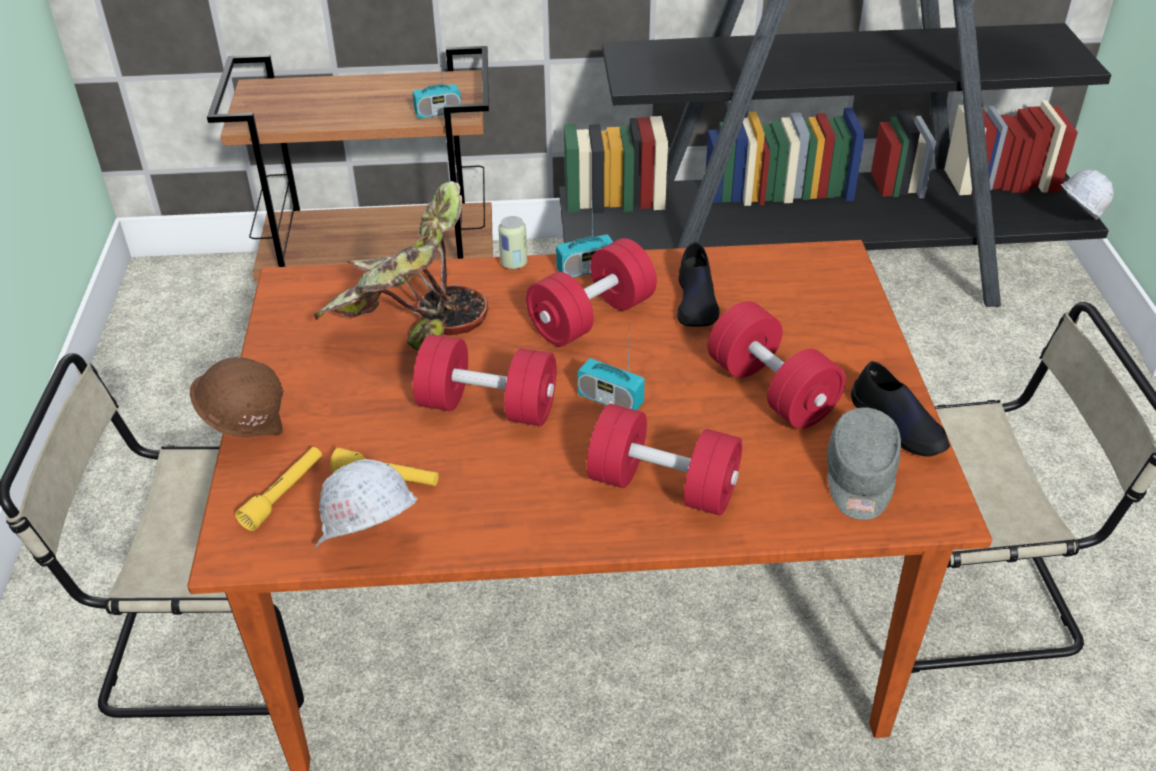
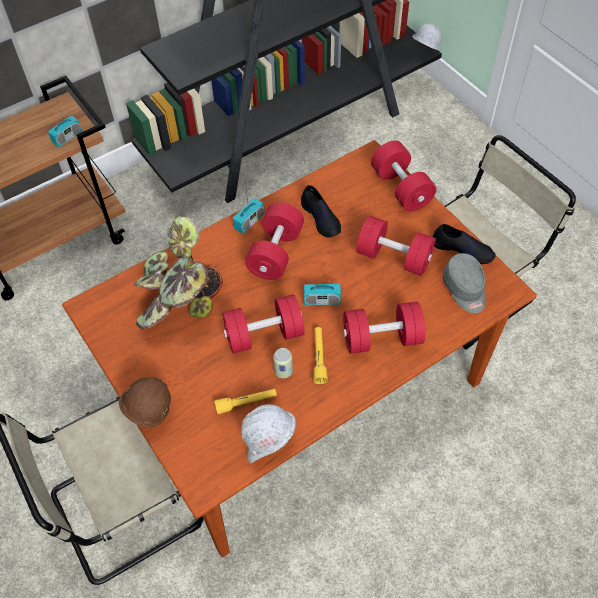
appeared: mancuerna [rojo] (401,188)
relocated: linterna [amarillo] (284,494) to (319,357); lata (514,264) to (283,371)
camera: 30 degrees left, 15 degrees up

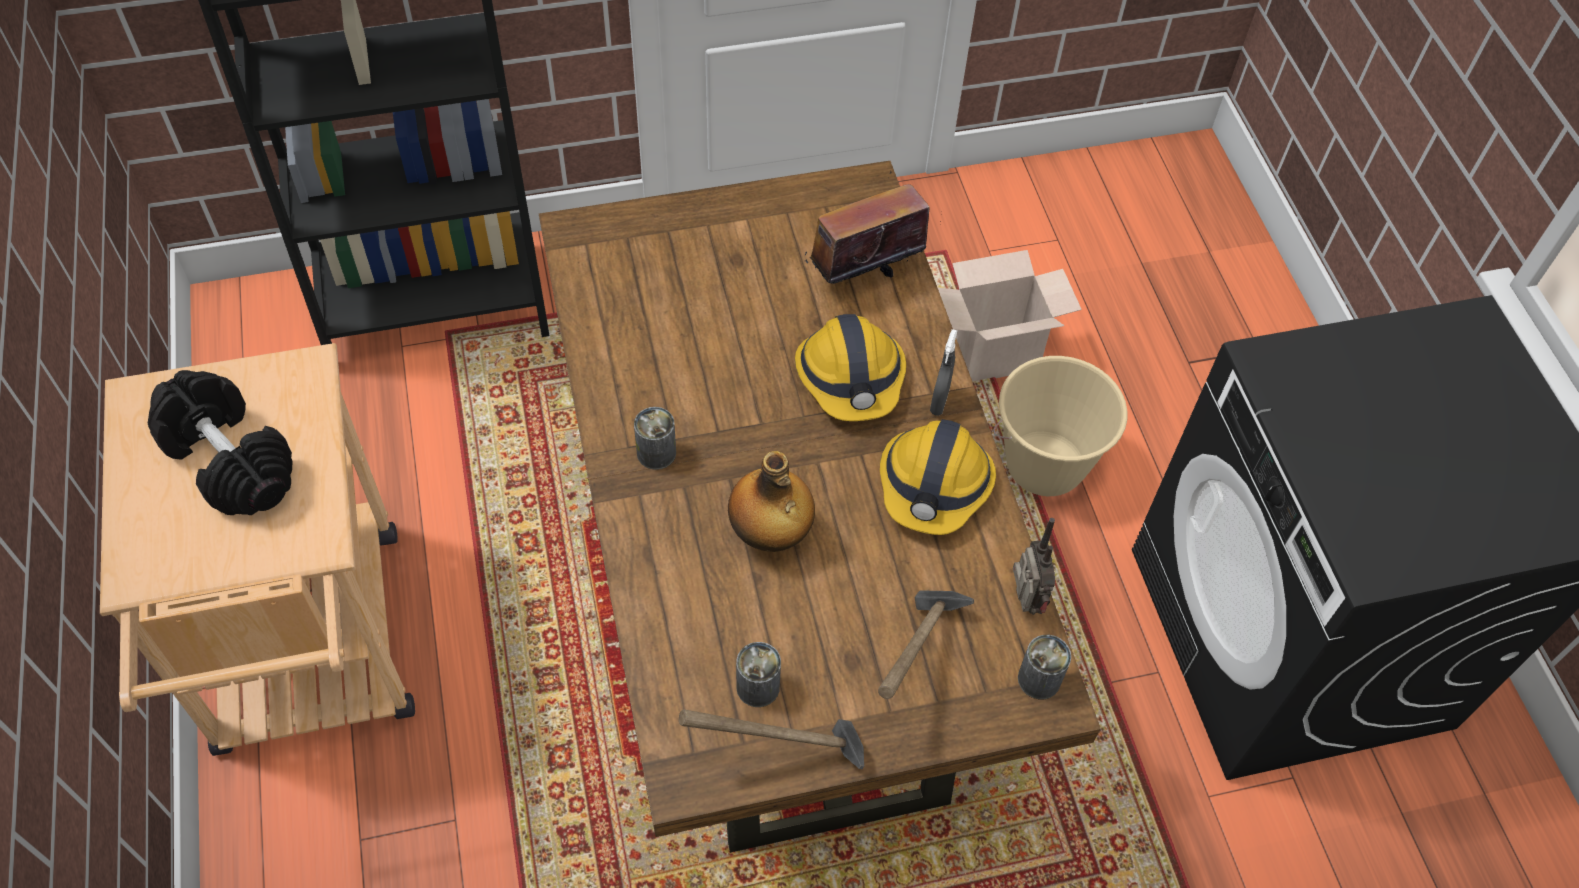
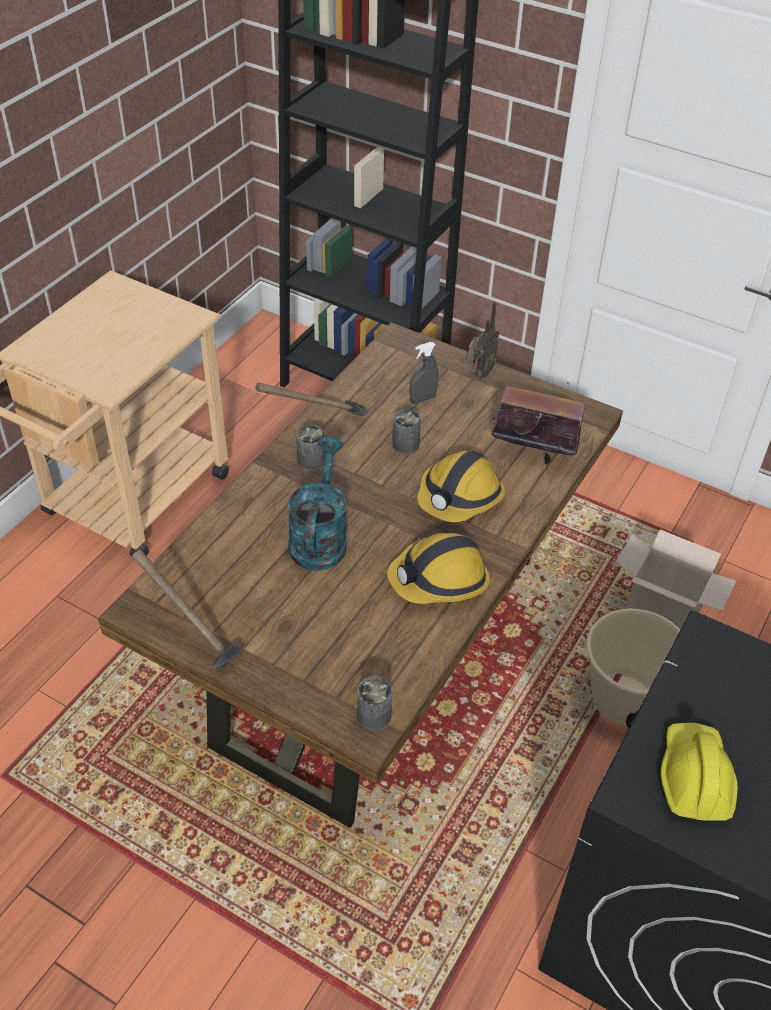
missing: mancuerna [negro] (231,460)
appeared: casco [amarillo] (694,778)
relocated: lata (758,687) to (405,445); martillo (916,662) to (317,427); pulverizador [gris] (939,401) to (422,399); radio (1024,603) to (479,374)
exchanged: botella (770,535) to regadera [turquesa] (319,537)
camera: 45 degrees right, 10 degrees down

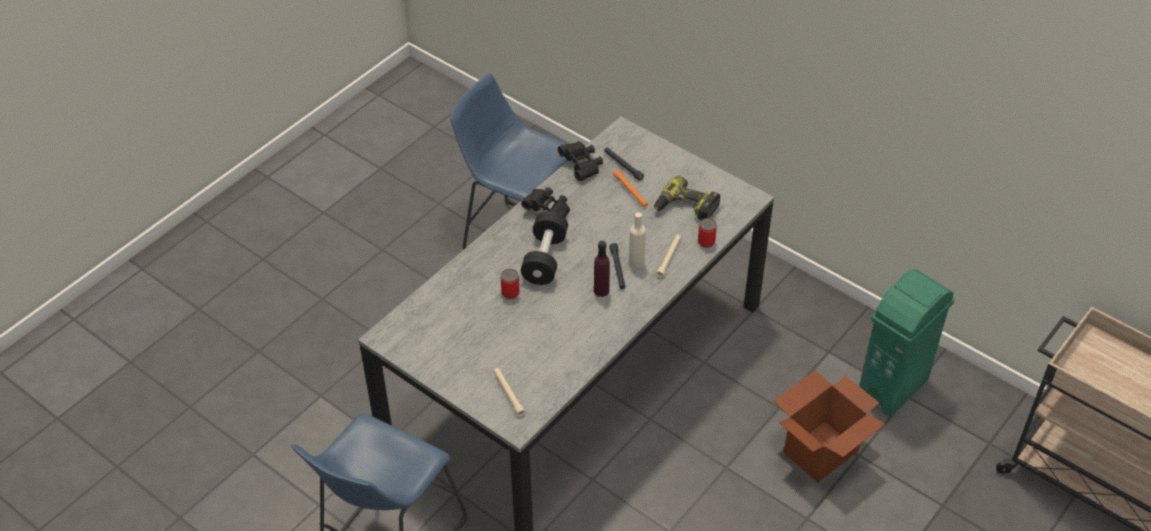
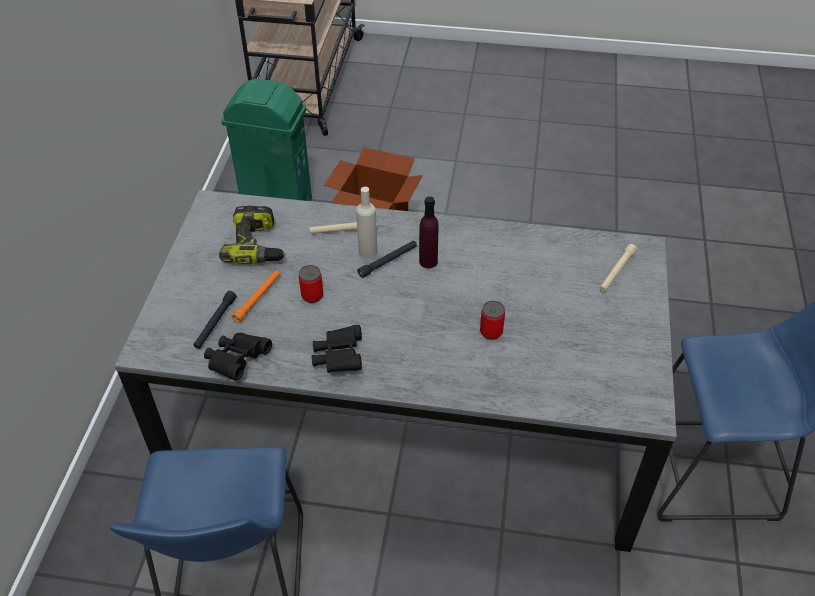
missing: mancuerna [negro] (545,259)
relocated: lata (706,242) to (312,295)
camera: 120 degrees left, 0 degrees up

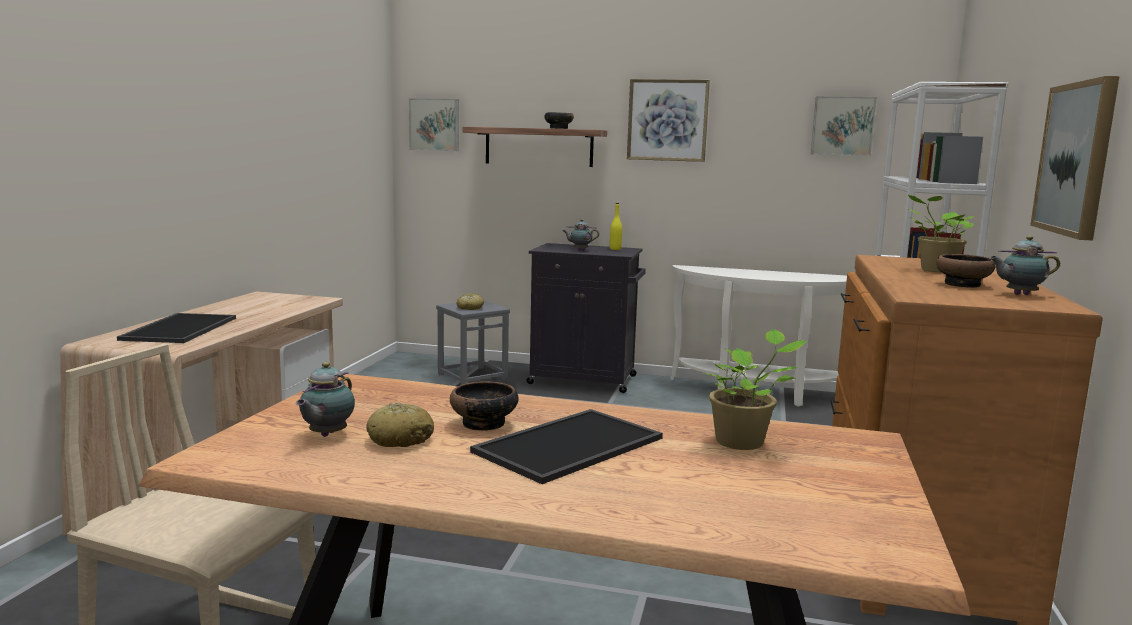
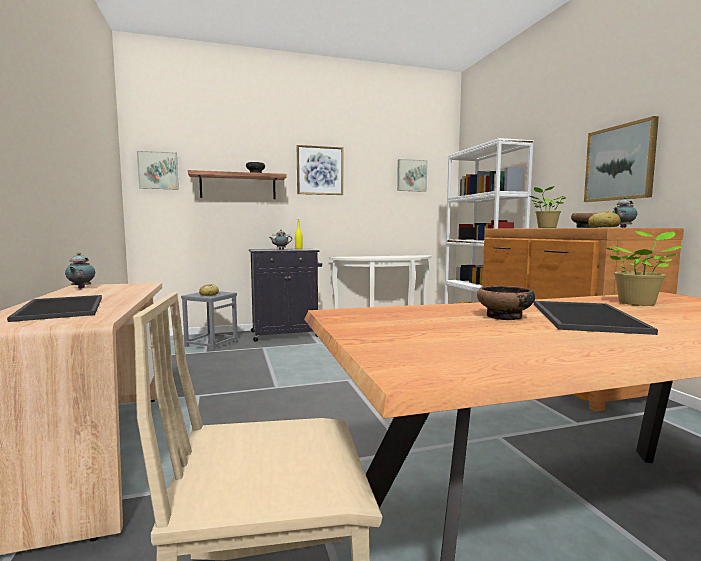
relocated: tetera (326,435) to (80,288); pan (400,439) to (603,227)
camera: 30 degrees left, 5 degrees down

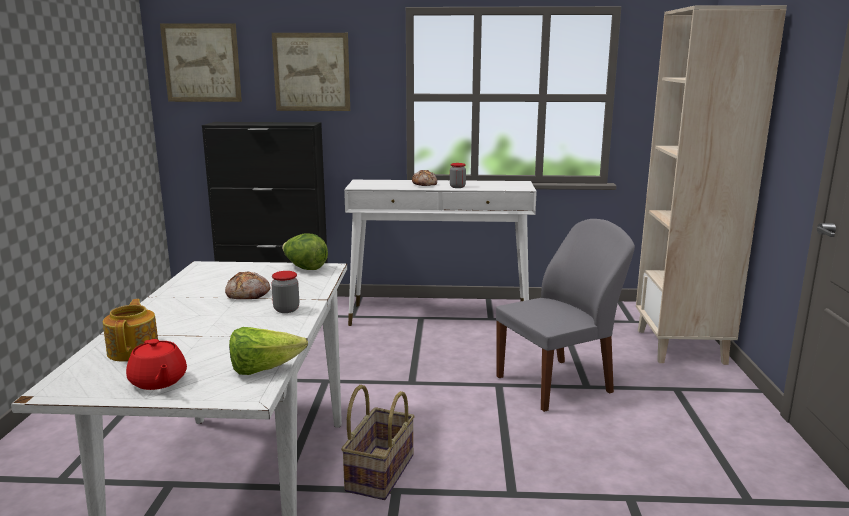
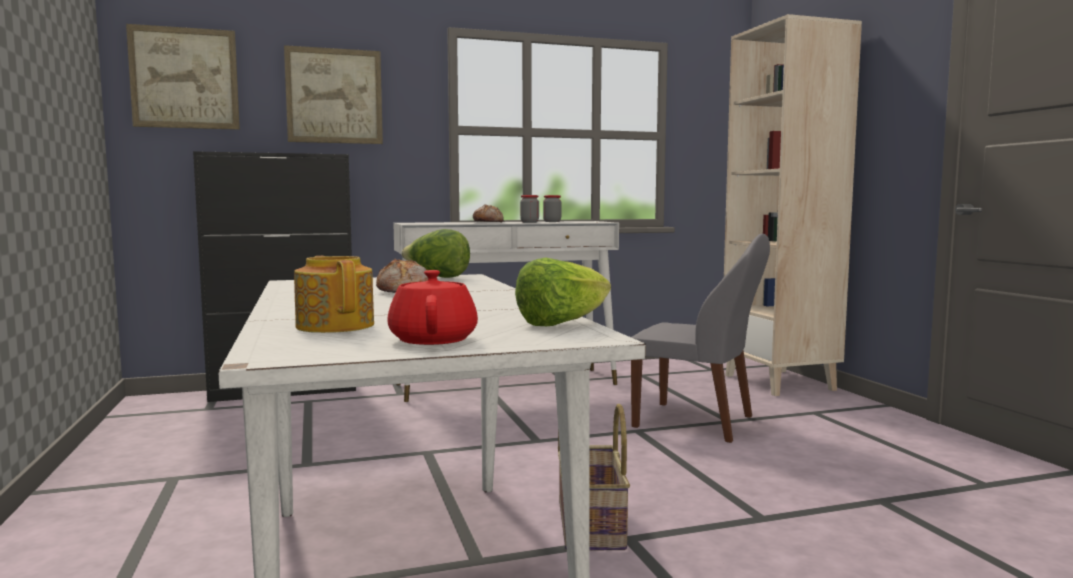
relocated: tarro (286,309) to (552,221)
spun: tetera [rojo] (158,381) = (433,339) 135 degrees counterclockwise; silla [gris] (556,384) = (697,423) 75 degrees clockwise
camera: 20 degrees left, 10 degrees down

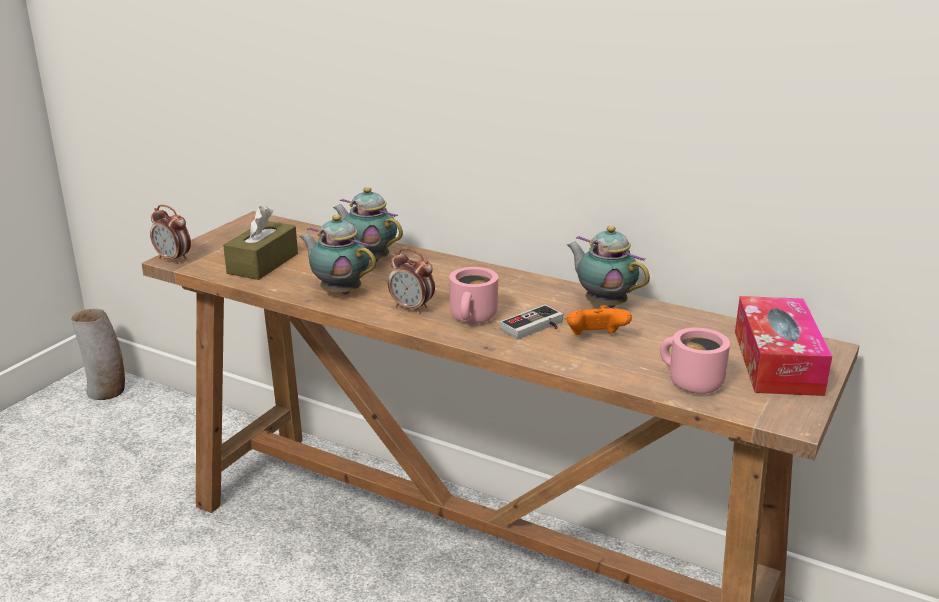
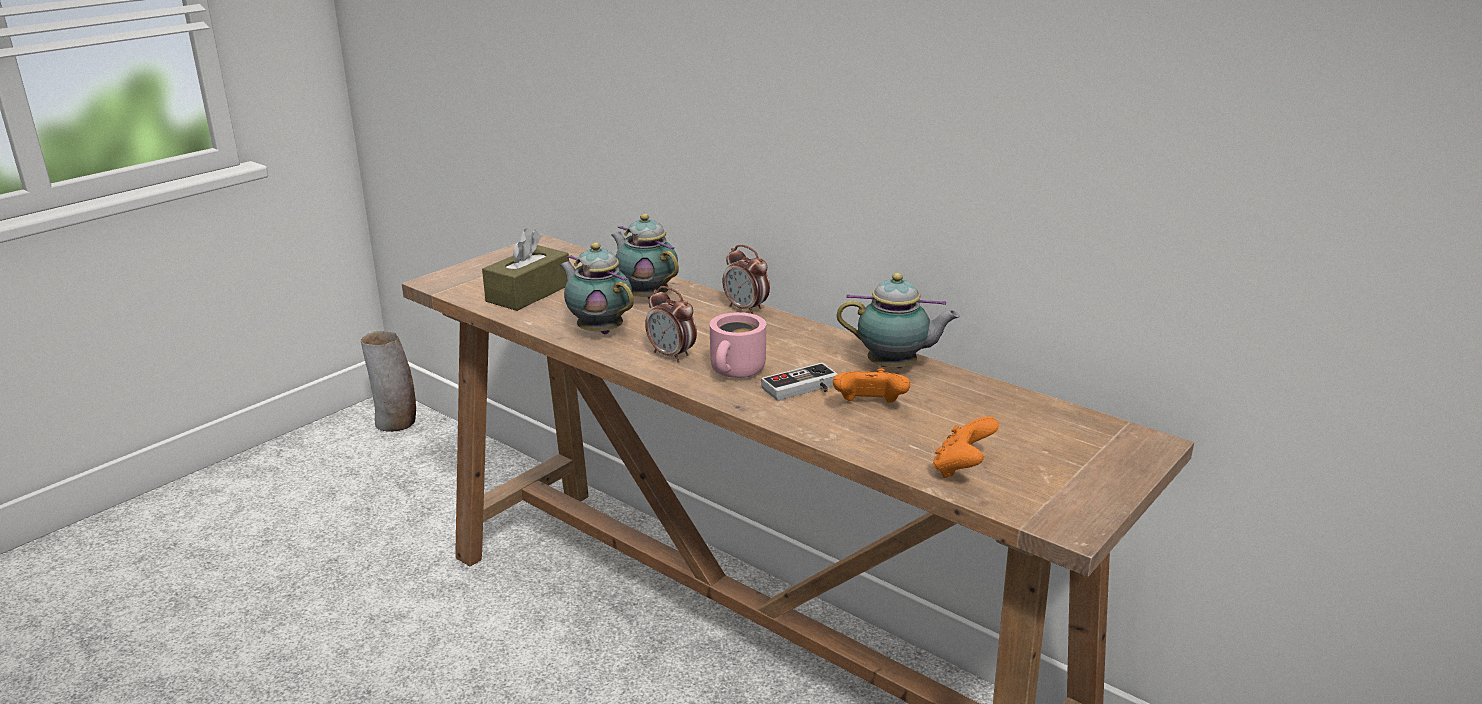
missing: caja de pañuelos (777,362)
relocated: despertador (173,259) to (746,309)
exchanged: taza grande [rosa] (690,383) to mando de consola [naranja] (962,469)
spun: tetera (603,304) = (895,367) 135 degrees clockwise
camera: 10 degrees right, 0 degrees up

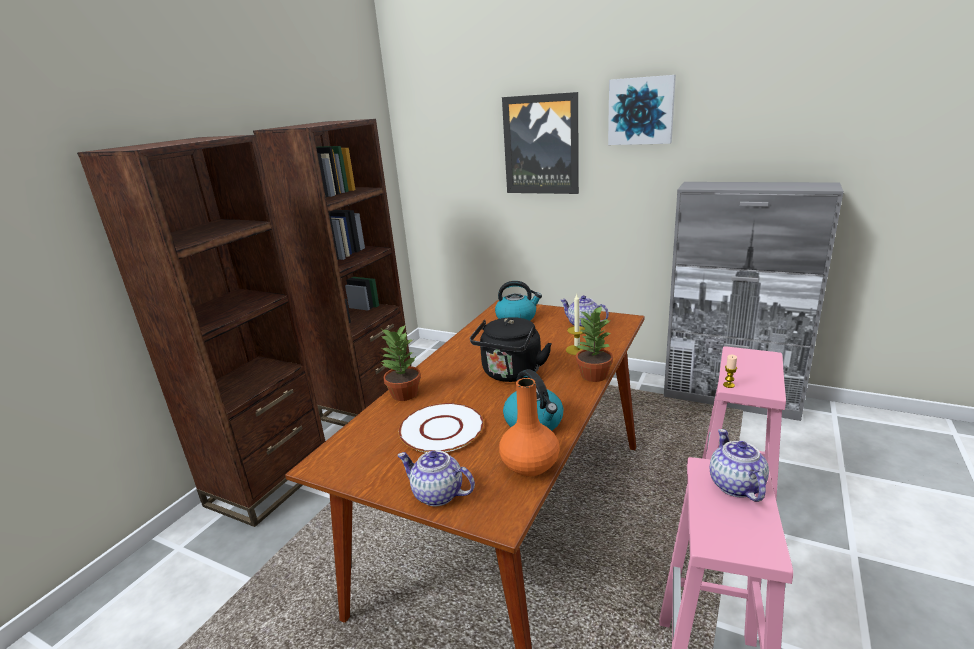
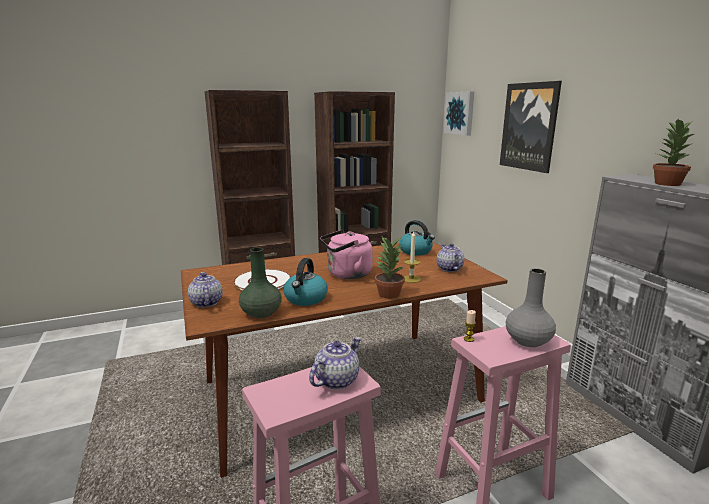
appeared: florero [gris] (528,340)
relocated: planta en maceta (403,394) to (666,184); cuadro (641,111) to (460,113)
colour: hervidor [negro] (511,374) to hervidor [rosa] (346,274); florero [naranja] (529,465) to florero [verde] (261,313)
camera: 40 degrees right, 5 degrees down

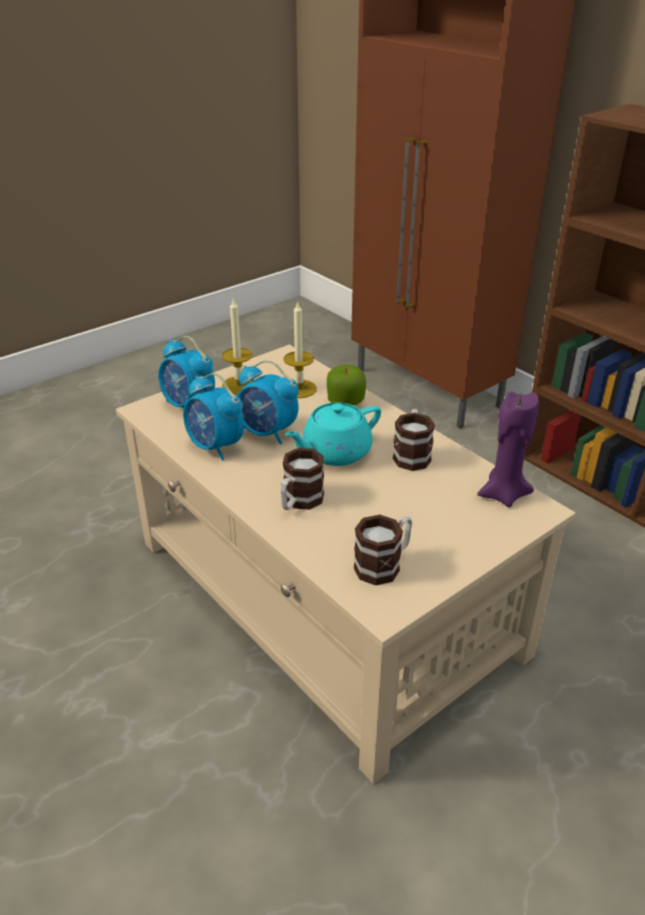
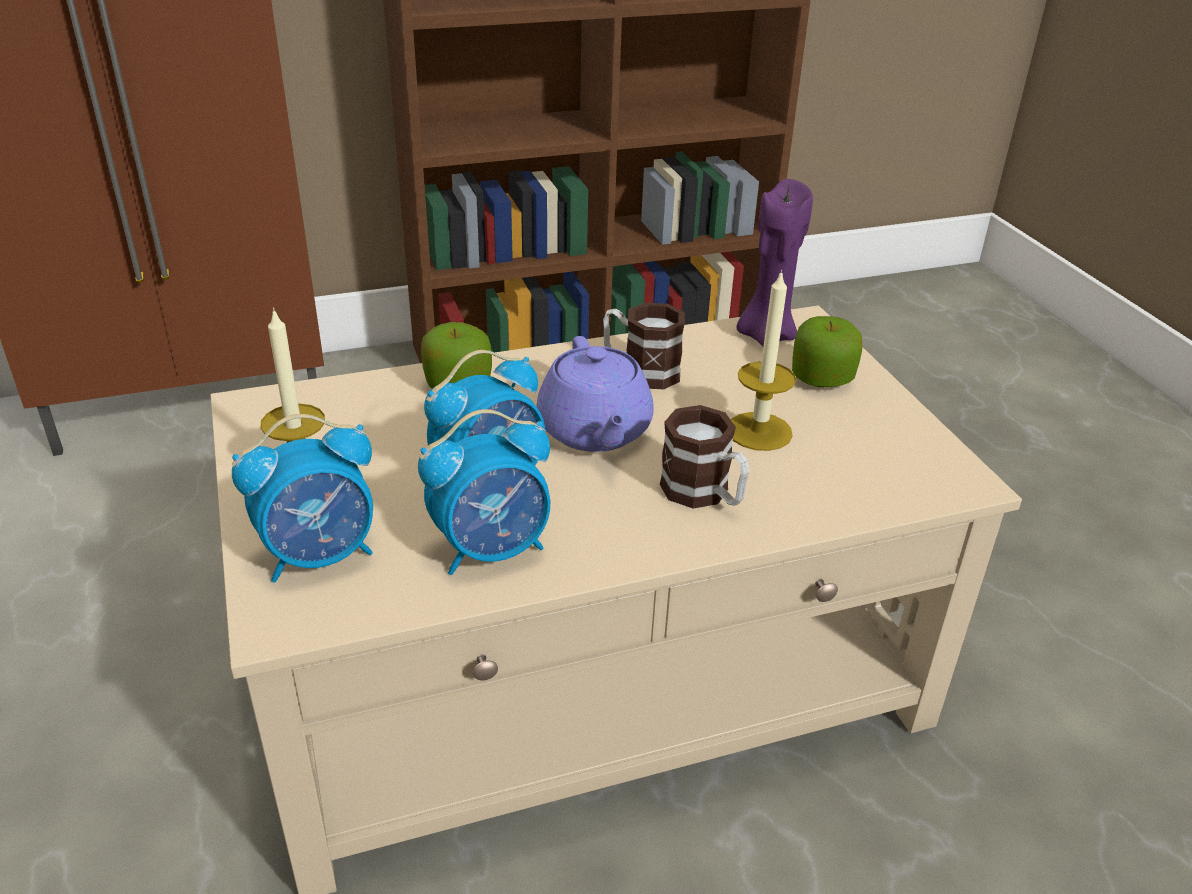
missing: taza grande (384,564)
appeared: manzana (822,378)
relocated: vela (299,389) to (759,431)
colour: tetera [turquesa] (334,453) to tetera [morado] (595,431)
camera: 70 degrees left, 0 degrees up

